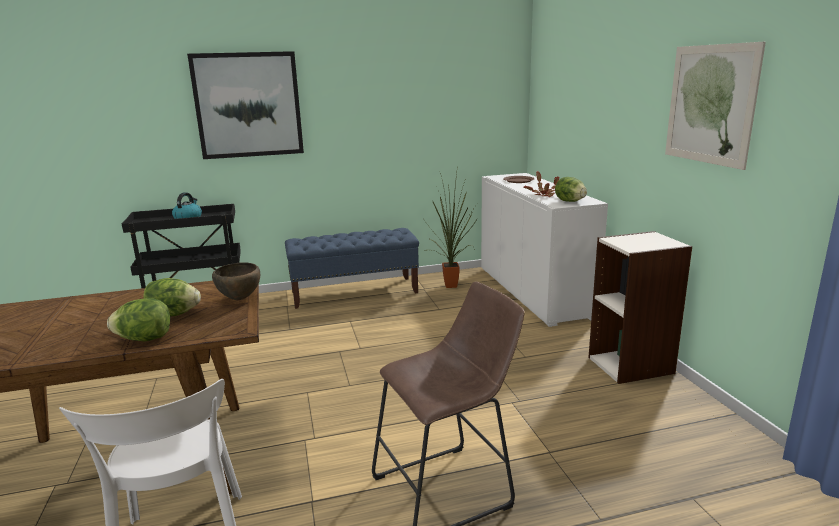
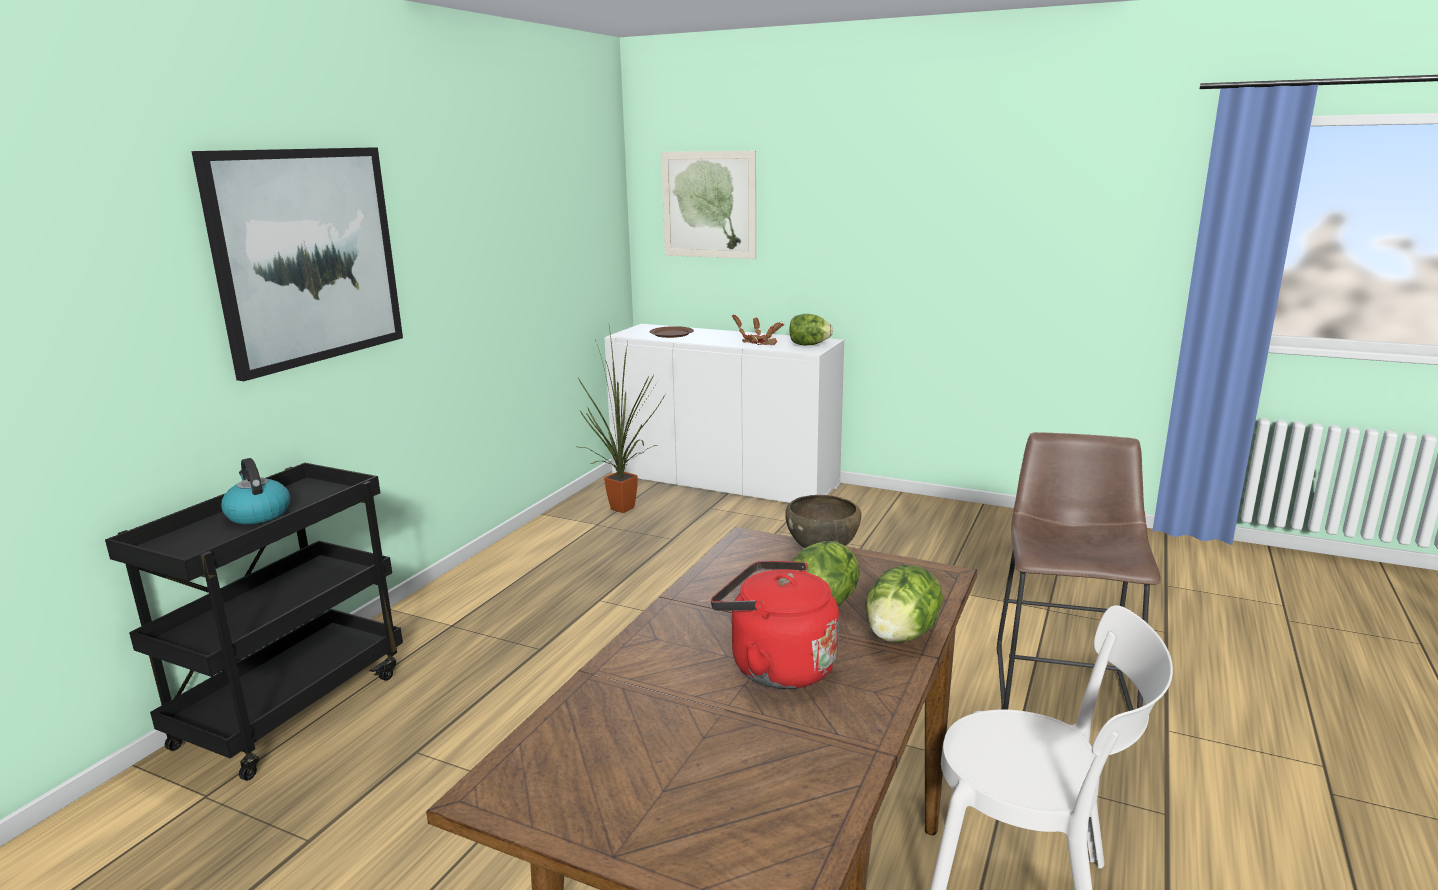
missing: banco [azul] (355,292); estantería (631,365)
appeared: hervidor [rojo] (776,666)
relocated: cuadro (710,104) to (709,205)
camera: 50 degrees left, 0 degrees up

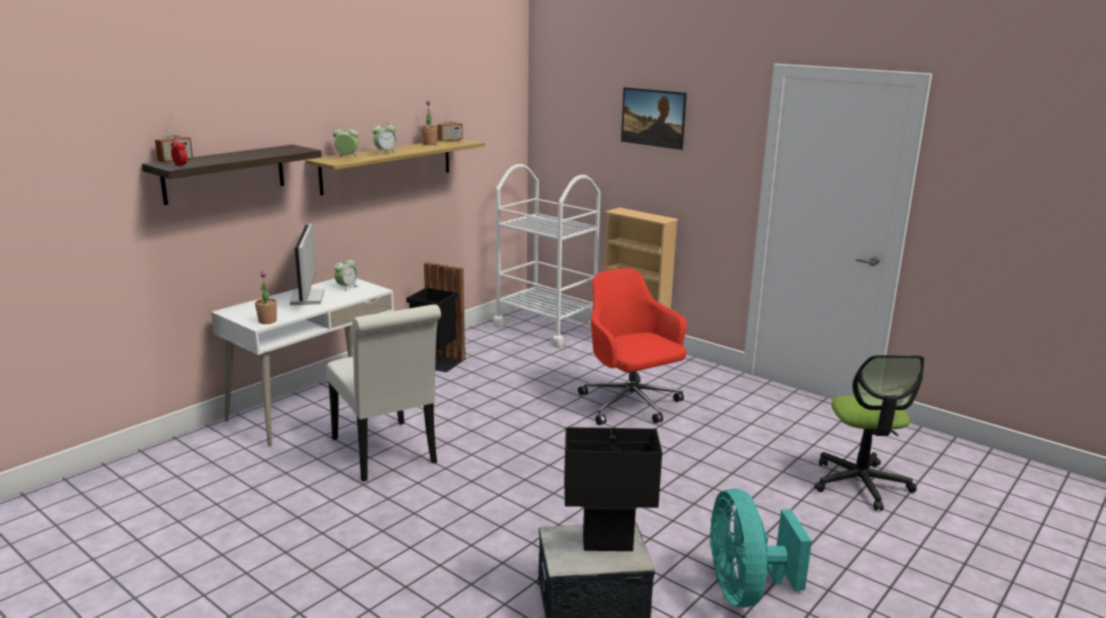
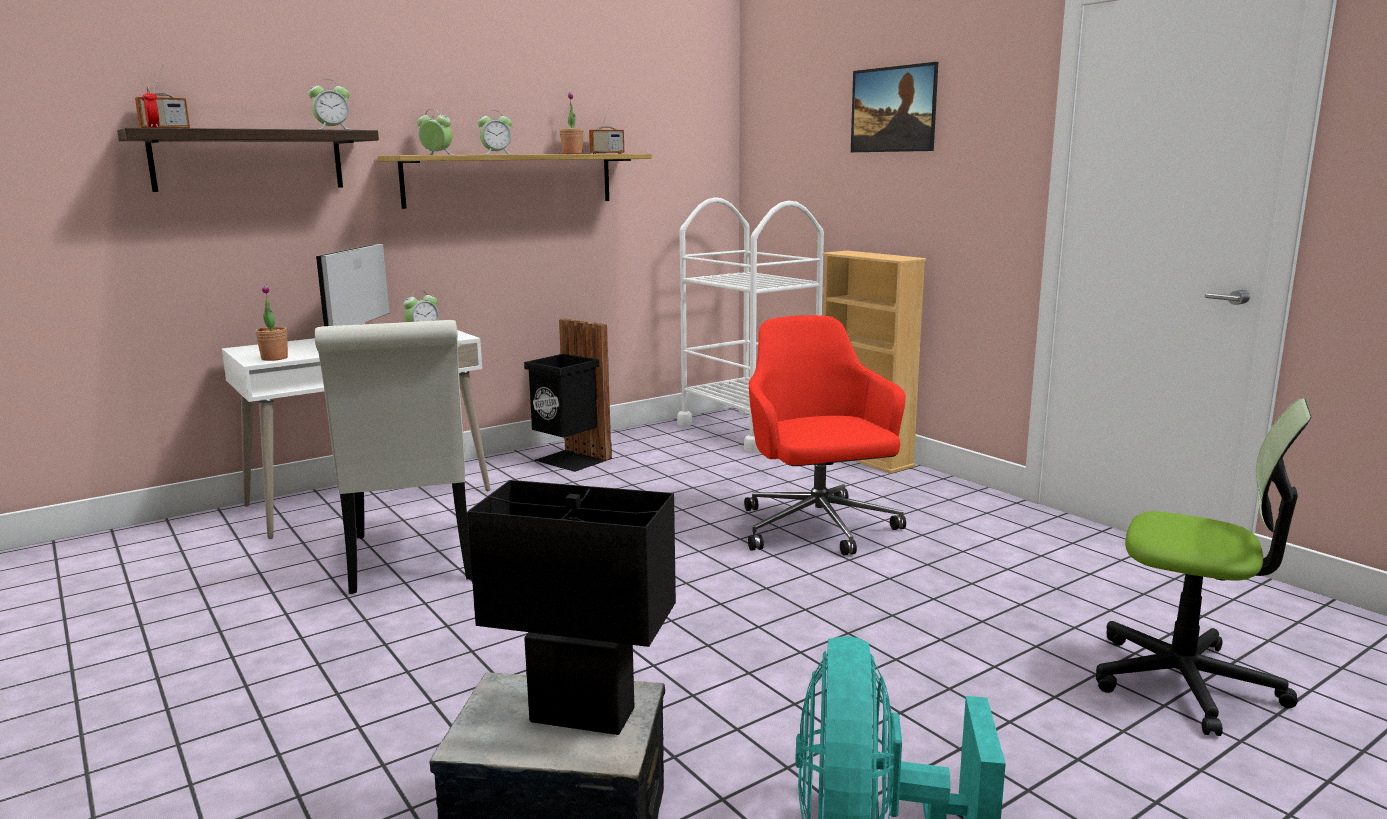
appeared: despertador (332,129)
spun: silla de oficina (860,484) = (1185,682) 75 degrees counterclockwise
camera: 15 degrees right, 5 degrees down

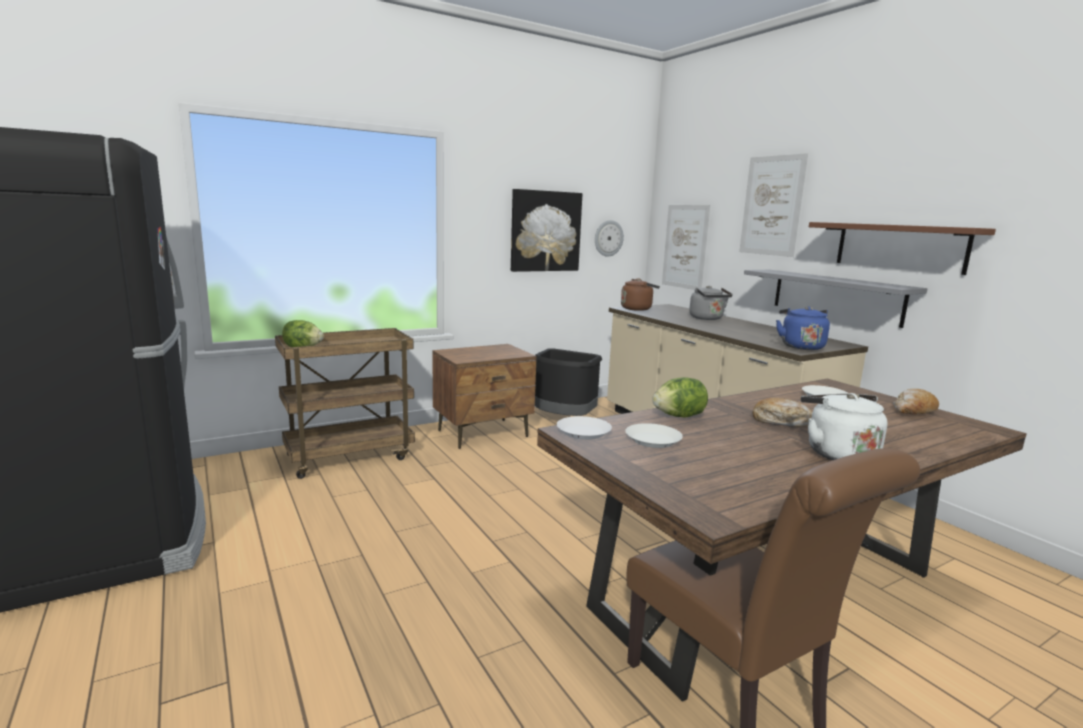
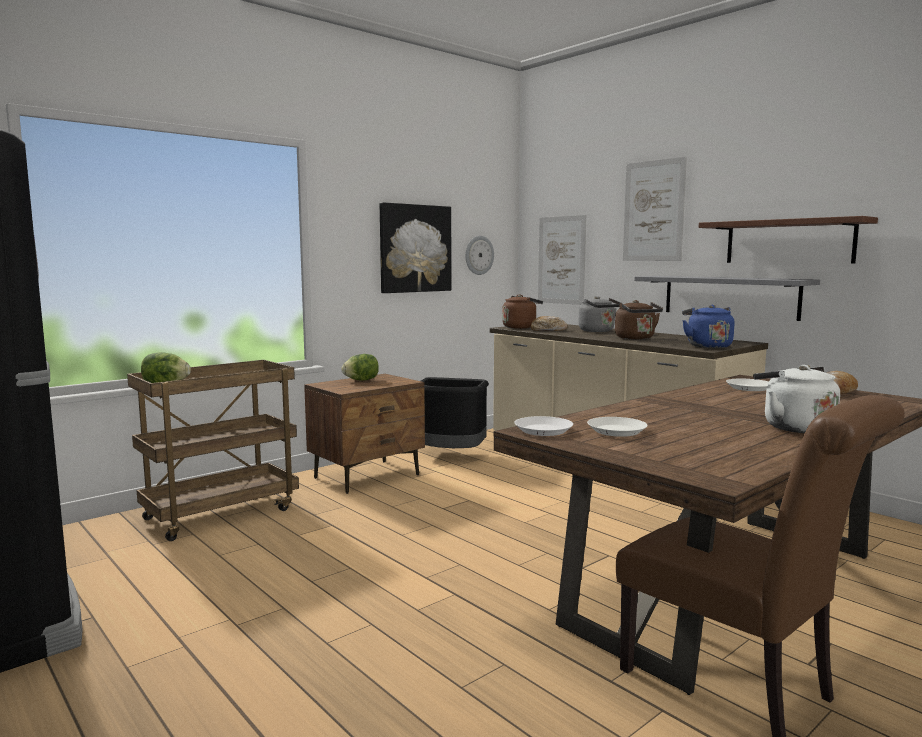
appeared: hervidor [marrón] (636,338)
relocated: lechuga (679,416) to (361,380); pan (781,421) to (548,330)
camera: 10 degrees left, 5 degrees down

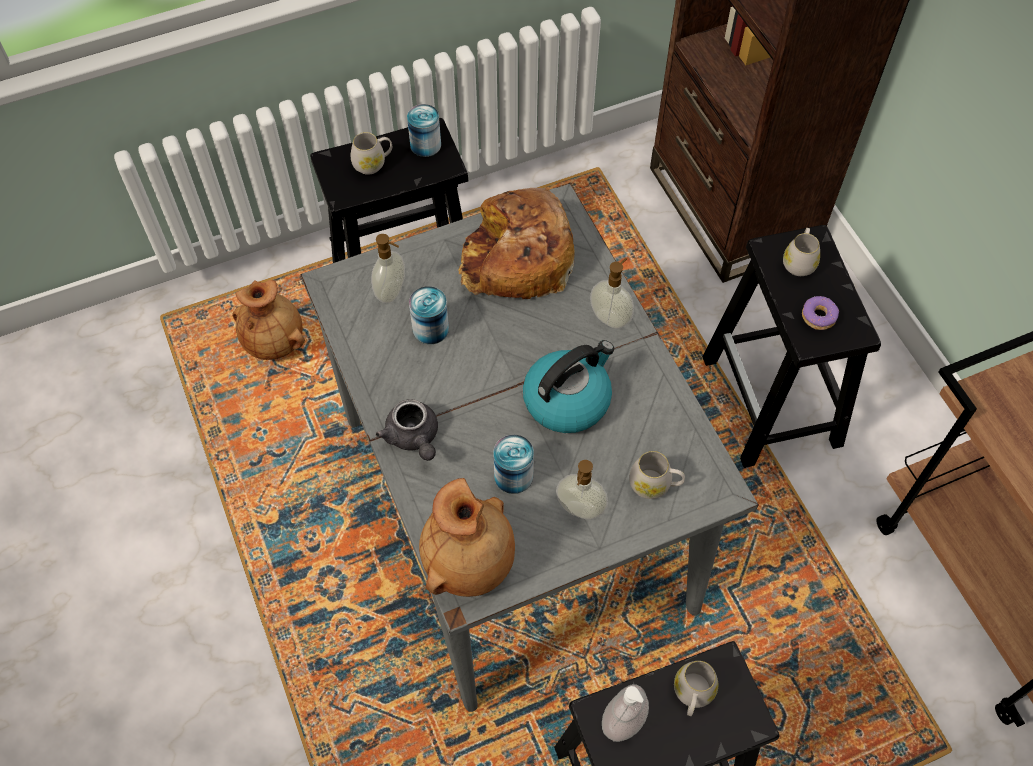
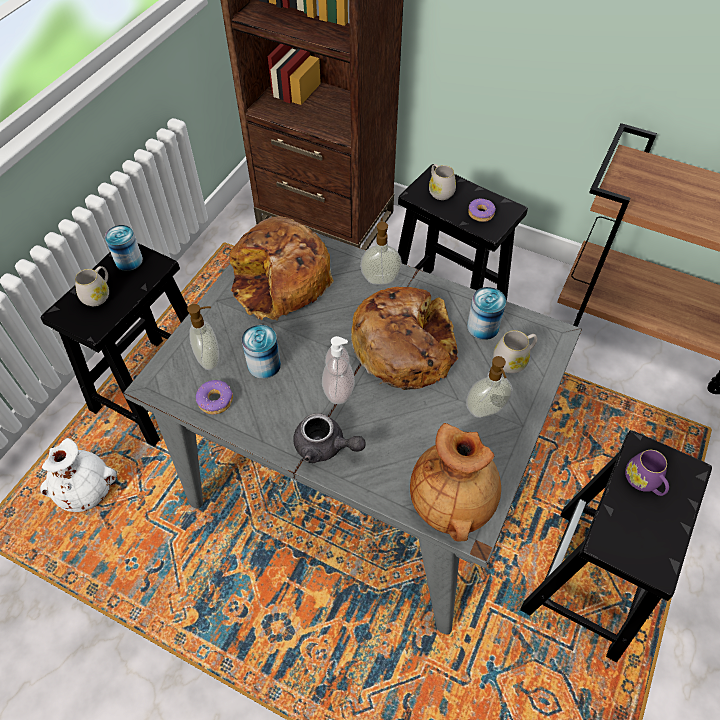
appeared: rosquilla (216,401)
relocated: lata (513,476) to (482,327); dispensador de jabón (623,720) to (338,390)
exchanged: hervidor (567,399) to pan (405,346)
colour: florero [marrón] (275,341) to florero [blanco] (87,491); taza grande [blanco] (692,694) to taza grande [morado] (644,482)
camera: 40 degrees left, 5 degrees down

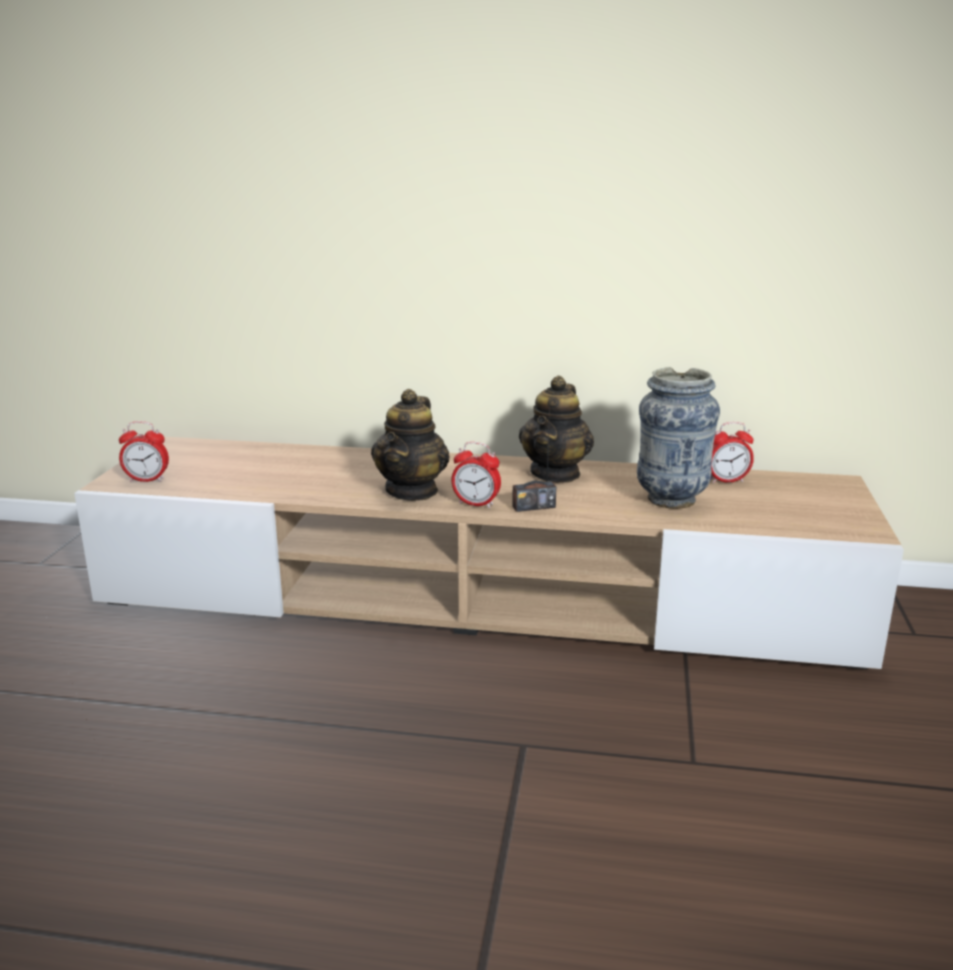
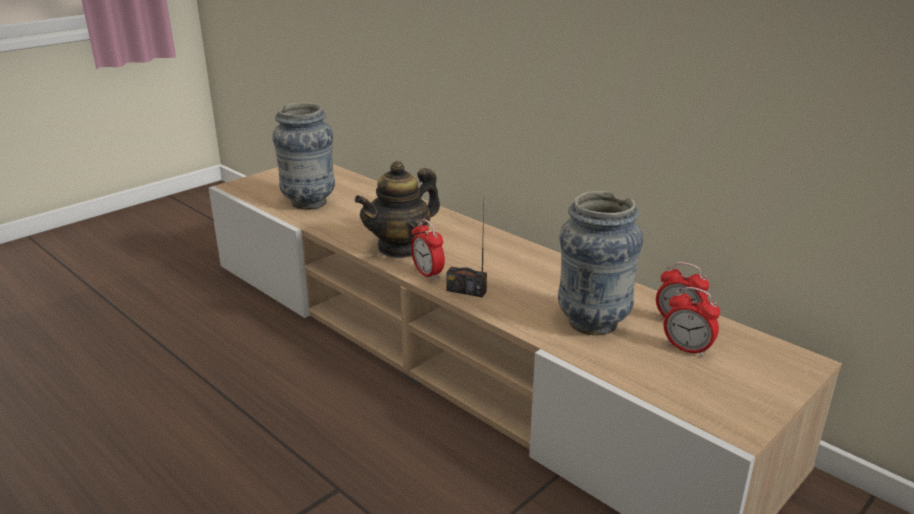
missing: tetera (556,473)
appeared: florero (308,203)
relocated: despertador (147,480) to (687,349)
camera: 35 degrees right, 5 degrees up

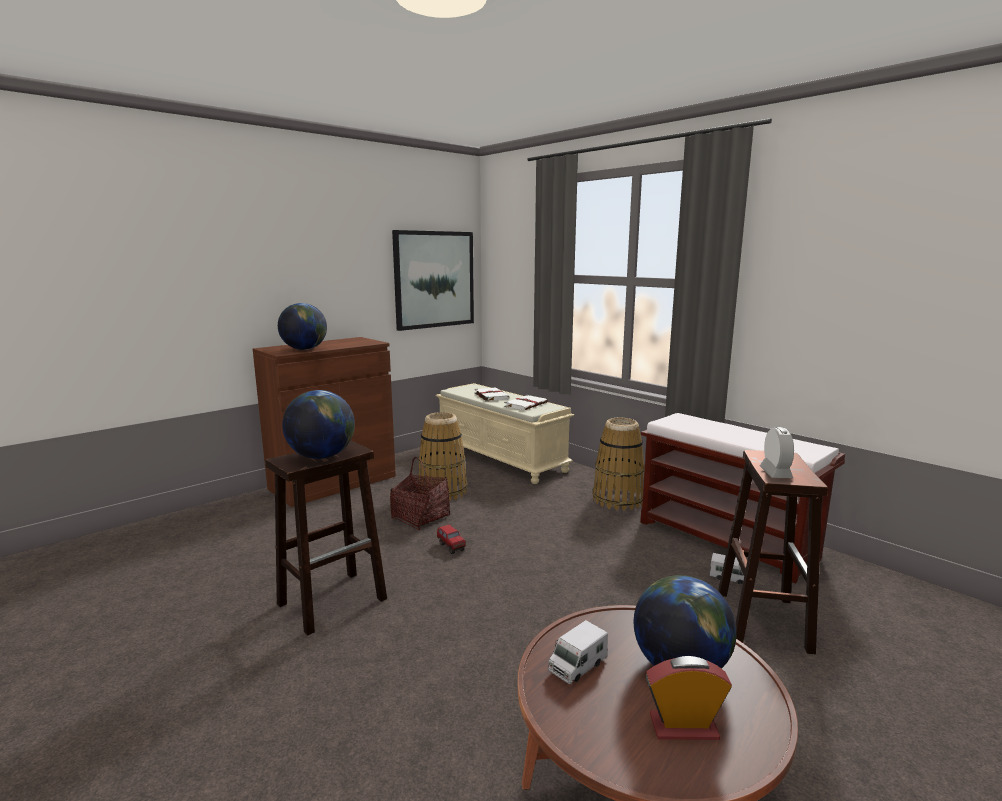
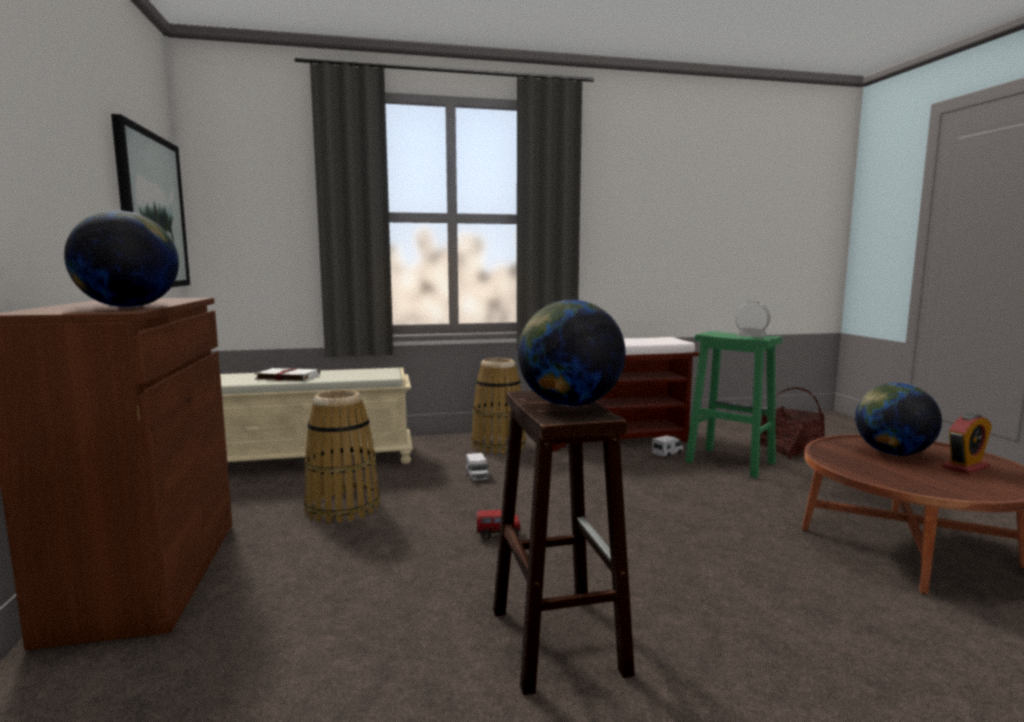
missing: libro [blanco] (526,404)
relocated: cesta (420,517) to (789,450); camión de juguete (577,665) to (477,476)
colour: taburete [marrón] (761,619) to taburete [verde] (728,462)
spun: despertador (683,727) = (965,467) 150 degrees counterclockwise
camera: 60 degrees left, 5 degrees down

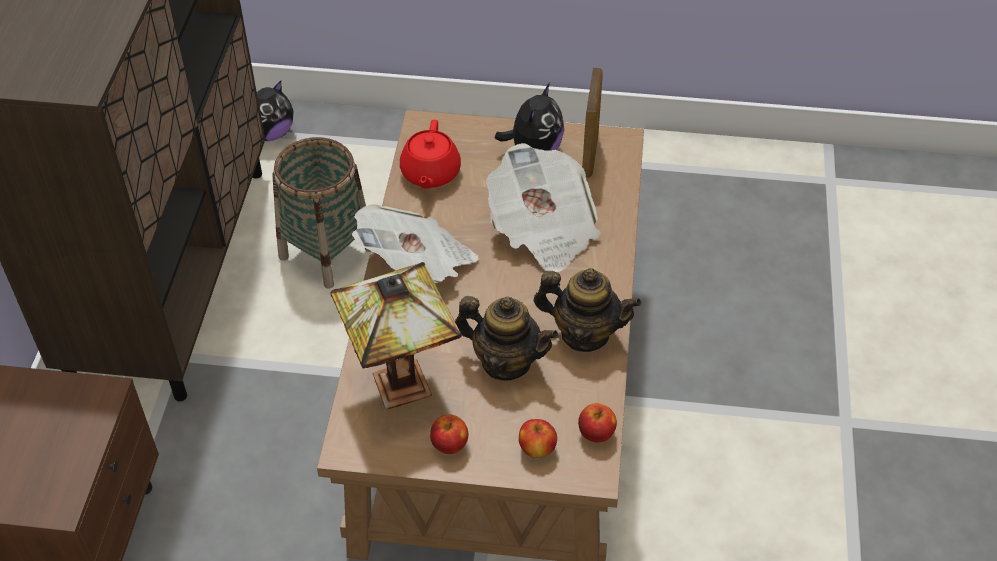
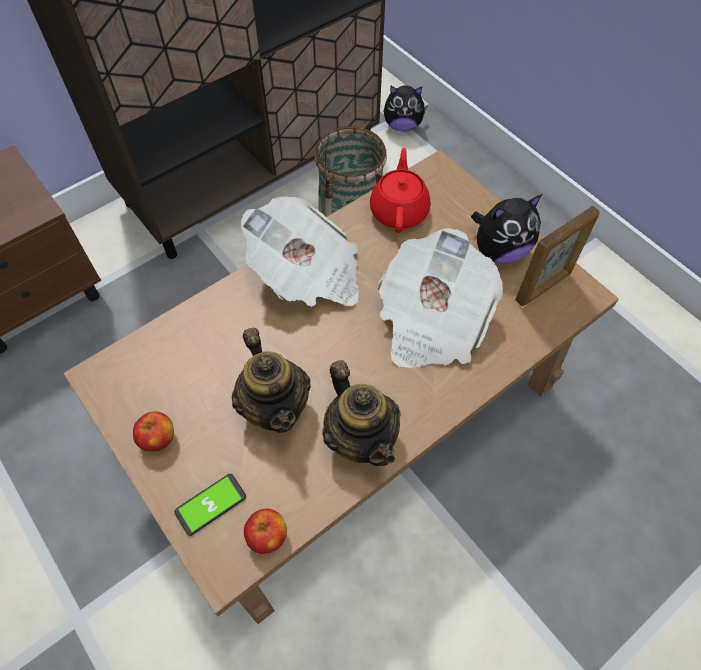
missing: lámpara de mesa (397,382)
exchanged: manzana (537,449) to móvil (210,504)
spun: tetera [rojo] (430,174) = (399,210) 135 degrees clockwise
camera: 45 degrees right, 10 degrees up

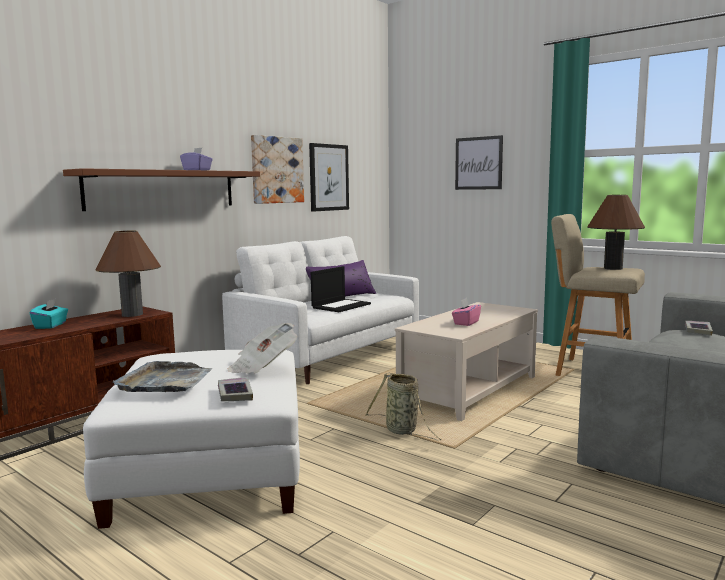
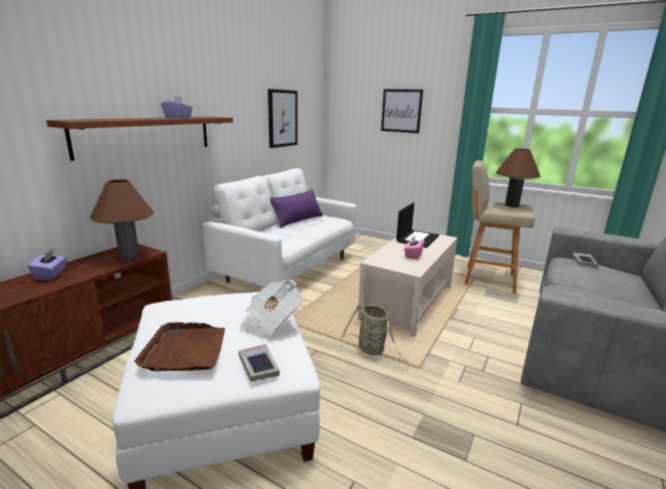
missing: cuadro (277,170)
relocated: portátil (341,306) to (417,238)
colour: caja de pañuelos [turquesa] (51,325) to caja de pañuelos [morado] (51,274); bandeja [gris] (165,381) to bandeja [marrón] (185,350)
camera: 10 degrees left, 10 degrees up

